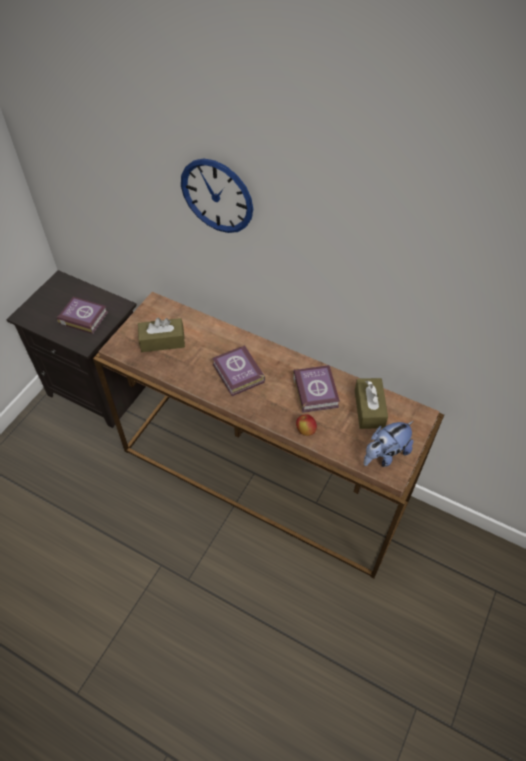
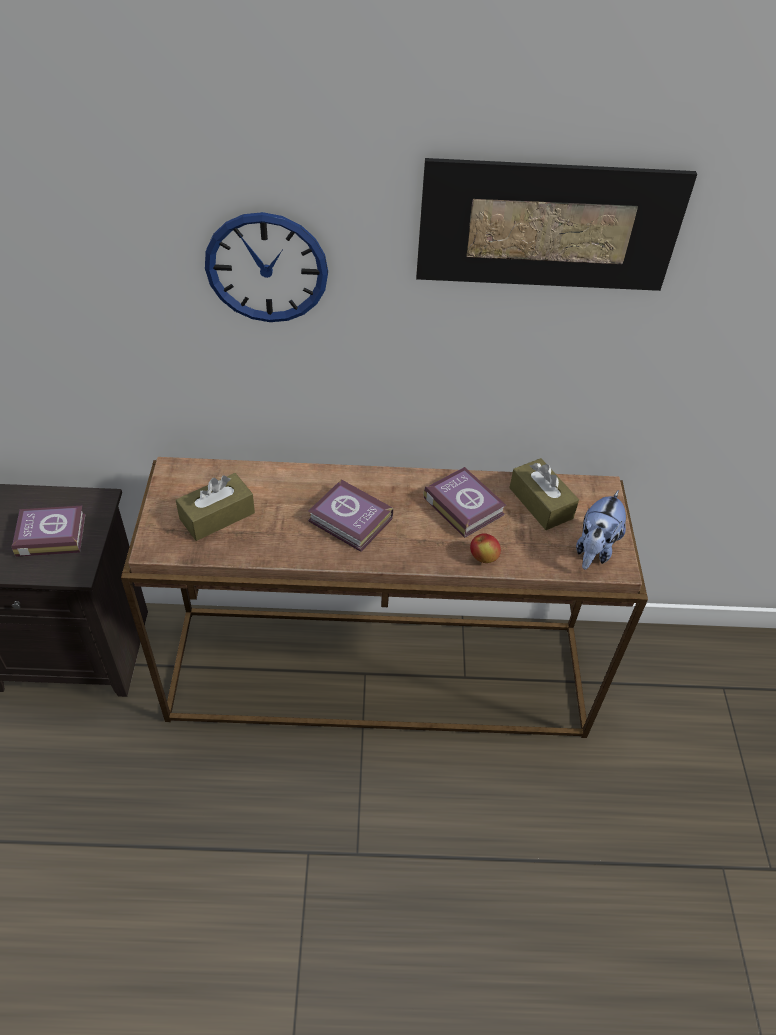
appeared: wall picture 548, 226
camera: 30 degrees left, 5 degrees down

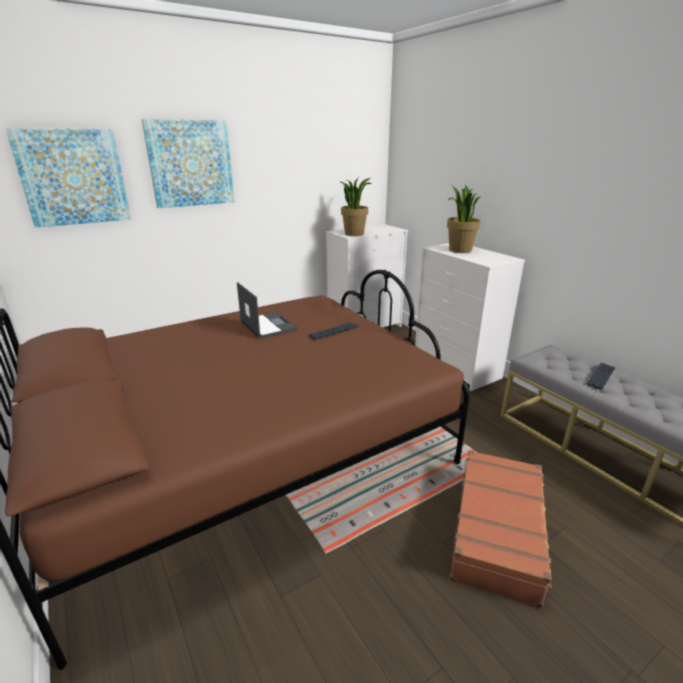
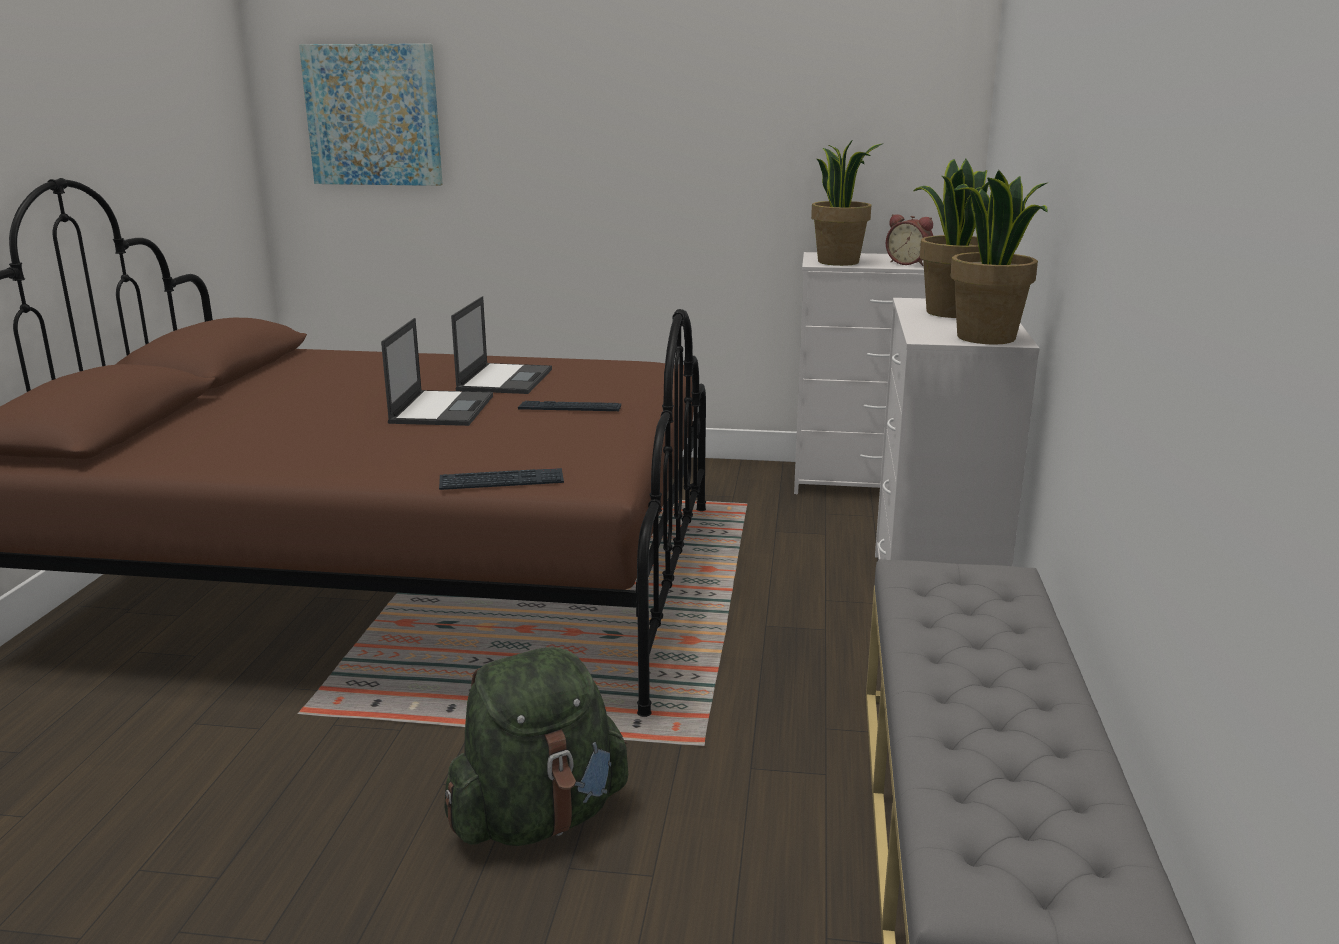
missing: wall picture 191, 163
appeared: laptop 442, 409; table clock 909, 263; houseplant 987, 338
relocated: keyboard 601, 376 to 501, 481
exchanged: brownish travel case 498, 531 to green backpack 539, 818
camera: 40 degrees right, 5 degrees down

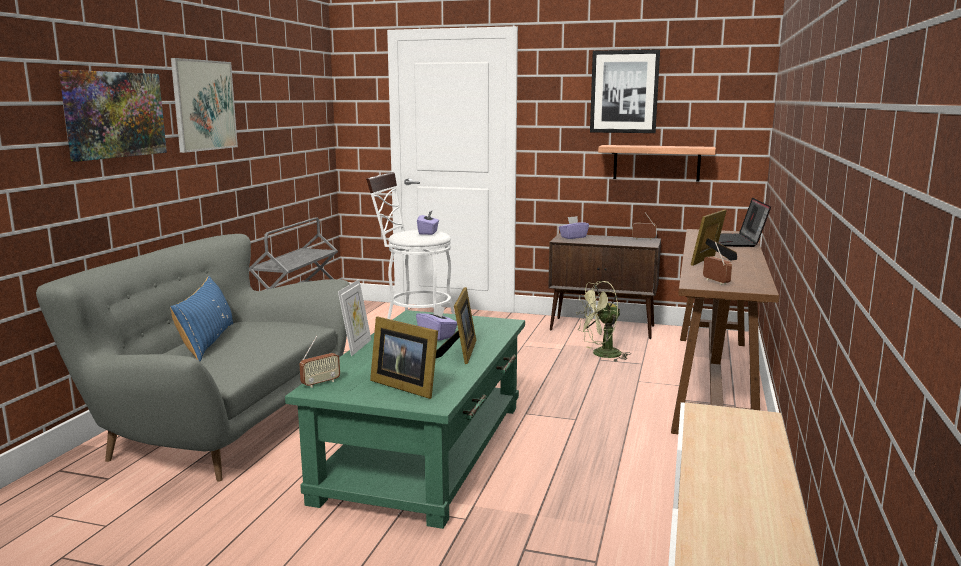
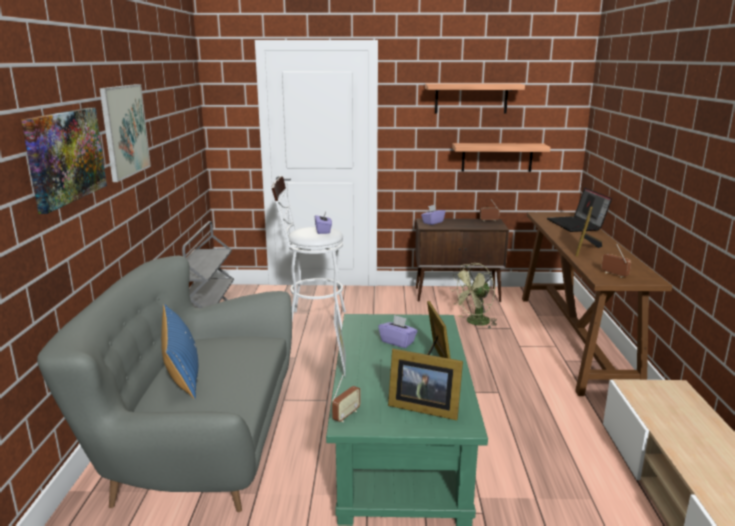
exchanged: wall picture 624, 92 to bracket shelf 471, 98
camera: 15 degrees left, 5 degrees up

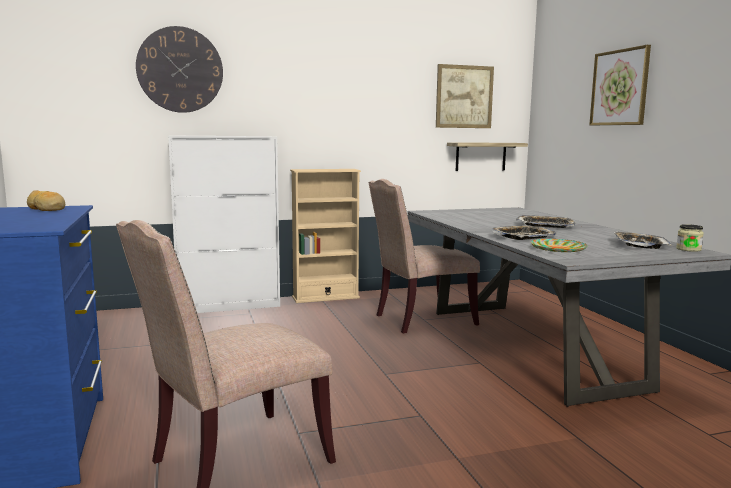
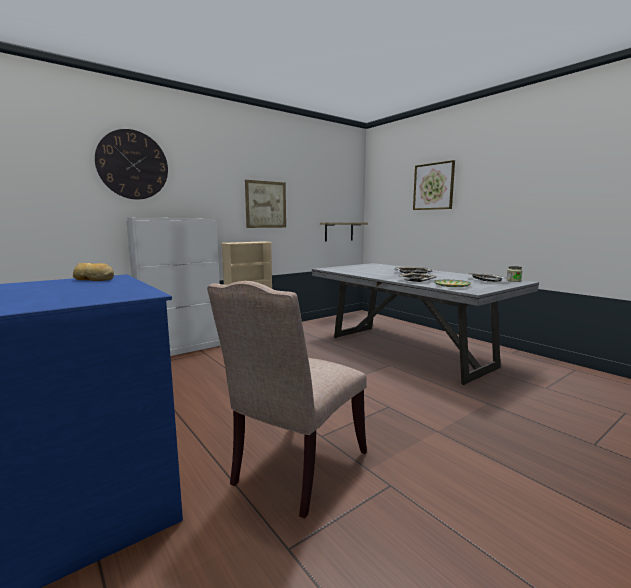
missing: beige plain chair 420, 320
relocated: wall picture 464, 97 to 266, 204
camera: 20 degrees left, 0 degrees up

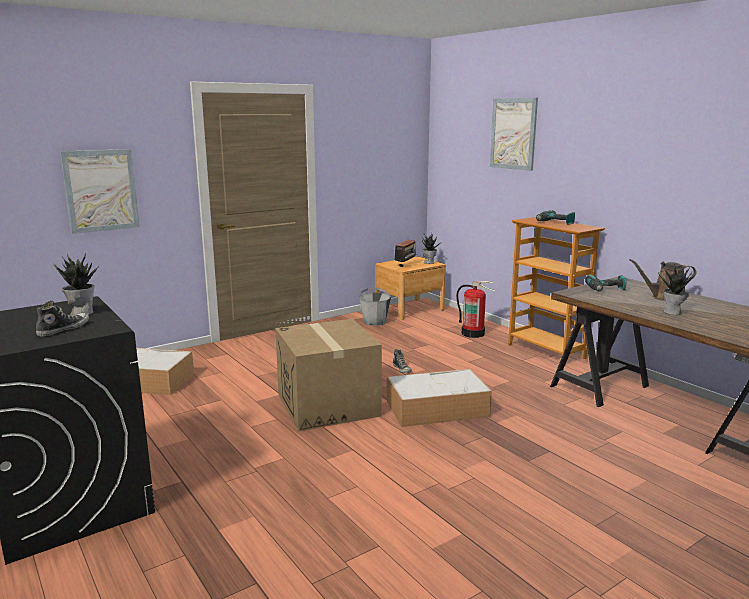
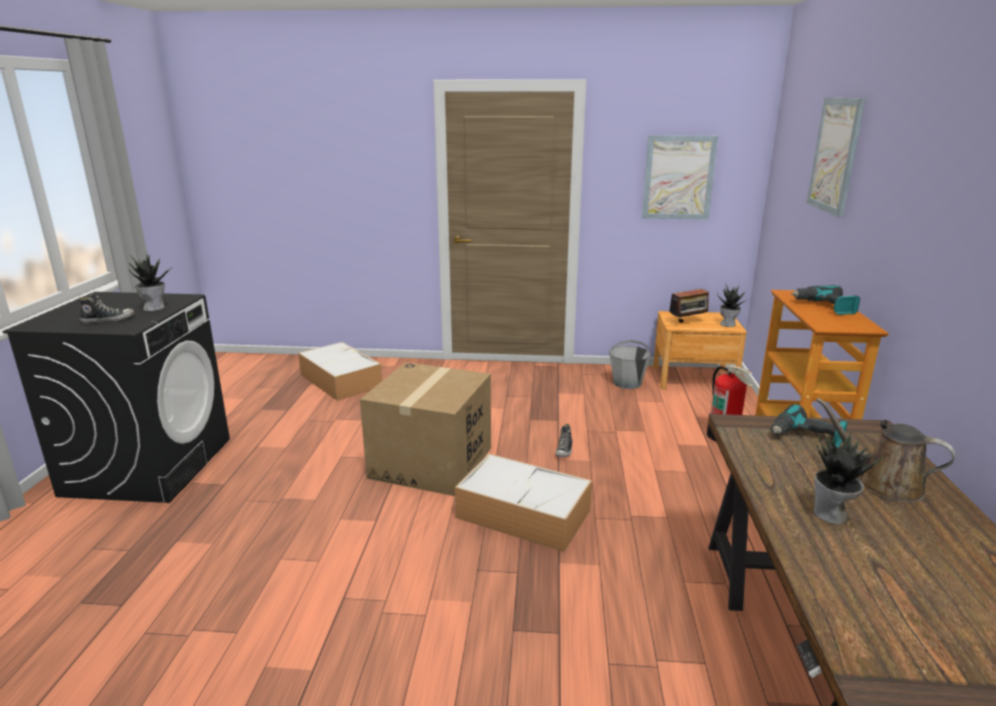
relocated: wall picture 101, 190 to 678, 178
camera: 40 degrees right, 5 degrees up

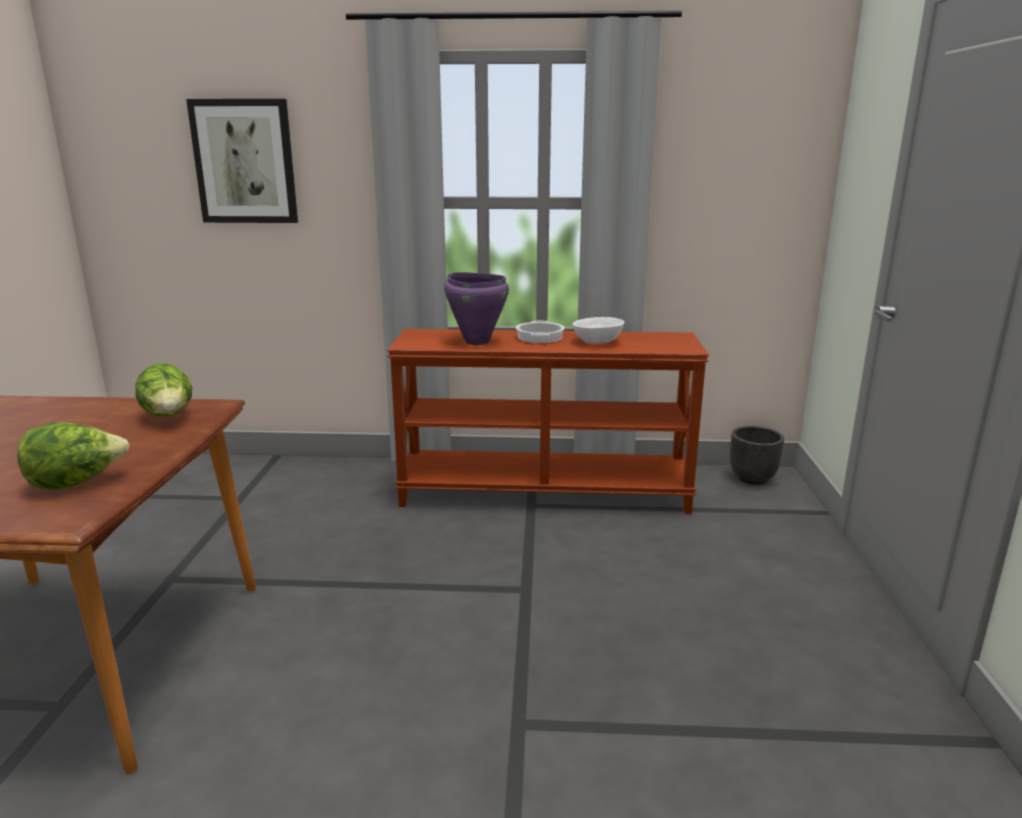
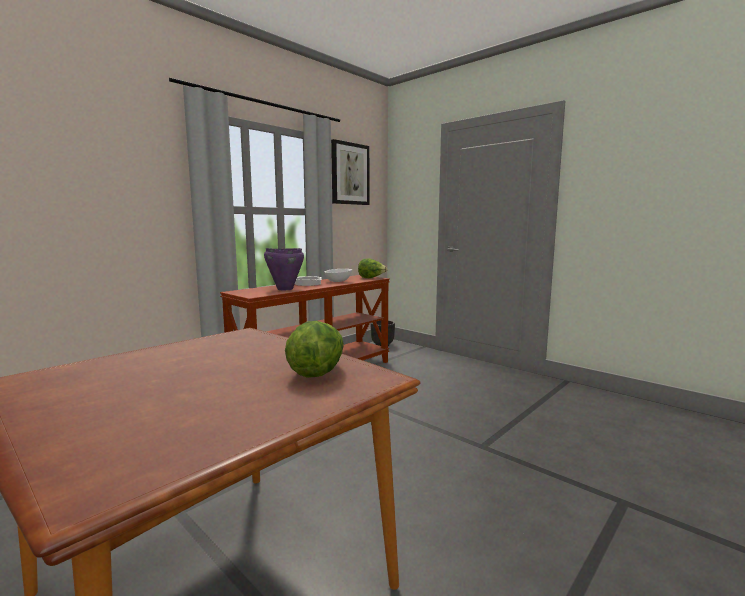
relocated: wall picture 245, 162 to 350, 174; lettuce head 169, 417 to 371, 278
camera: 50 degrees left, 10 degrees down

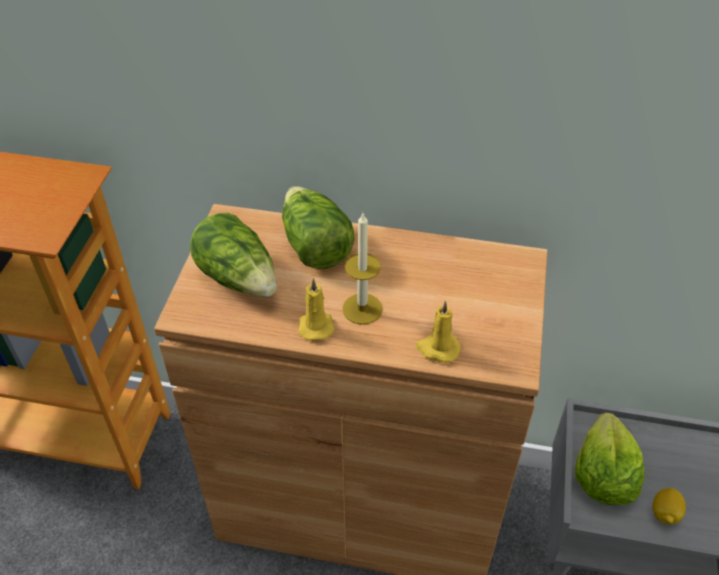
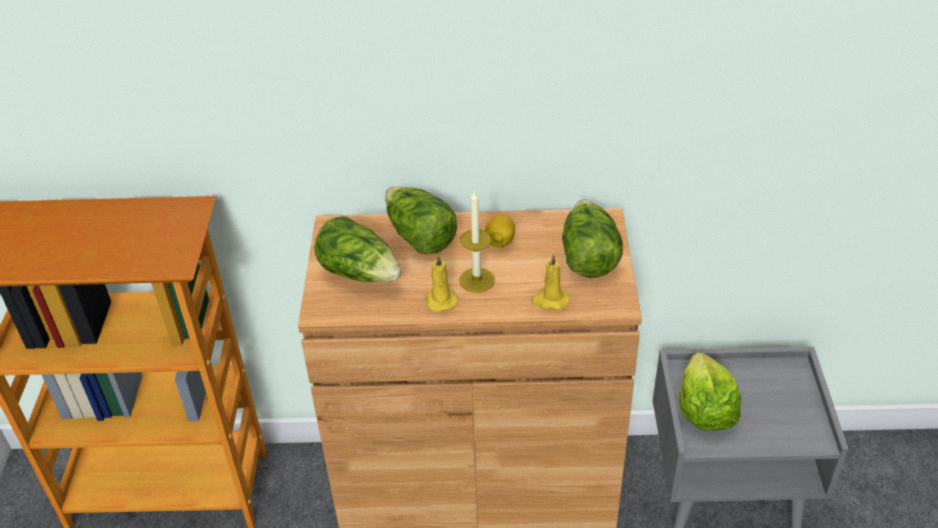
appeared: lettuce head 588, 256
relocated: whole lemon 664, 513 to 500, 242
camera: 10 degrees left, 5 degrees down

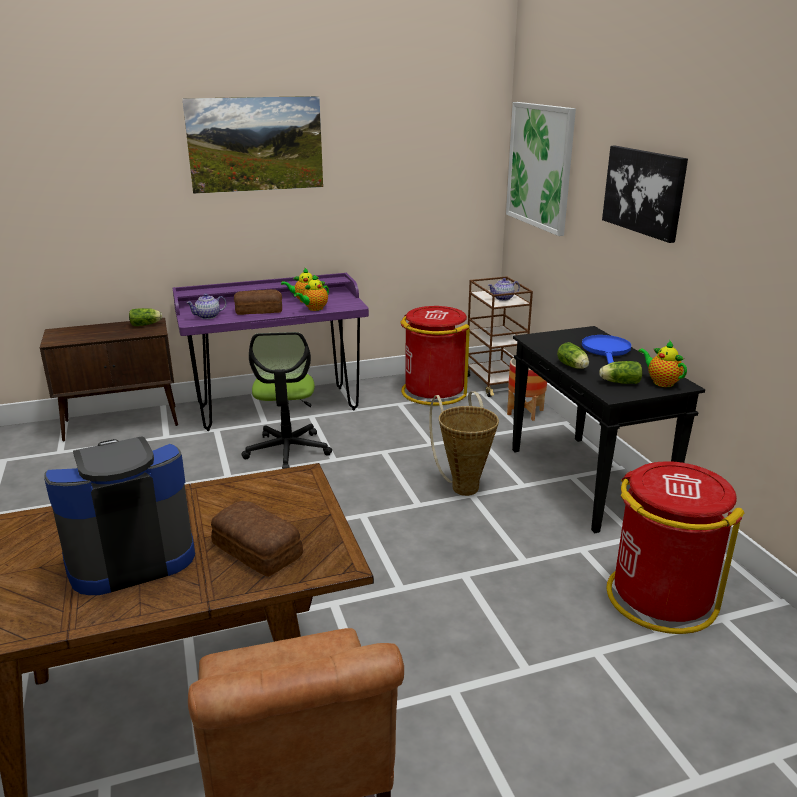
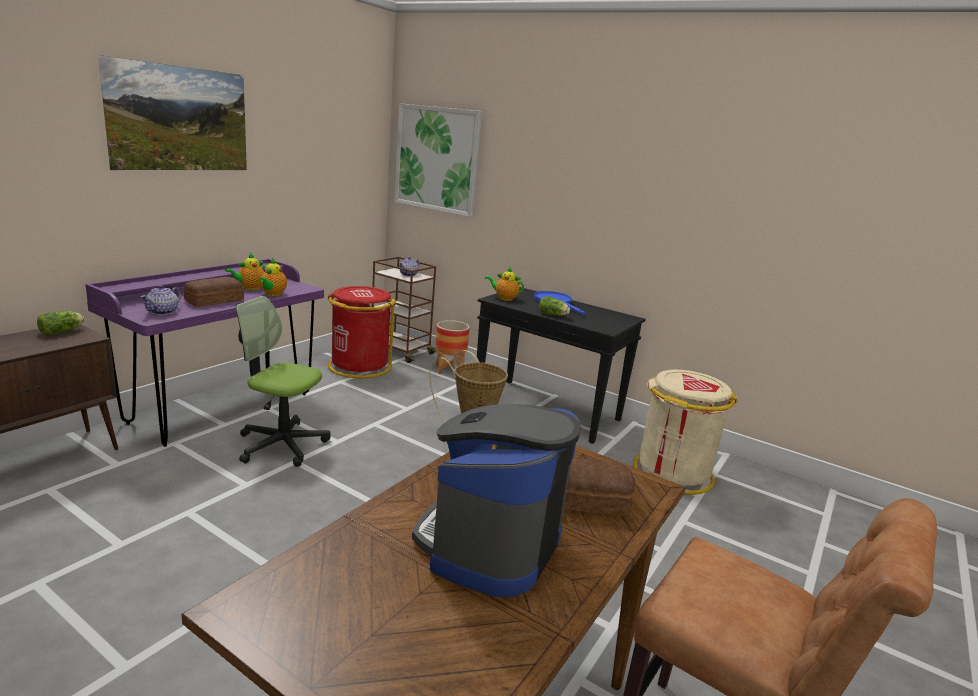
missing: lettuce head 619, 382; wall picture 644, 191
relocated: pot for tea 661, 382 to 504, 298
colour: reddish trash can 659, 597 to beige trash can 672, 473
spun: office chair 287, 450 = 282, 444 150 degrees clockwise
camera: 40 degrees left, 5 degrees down

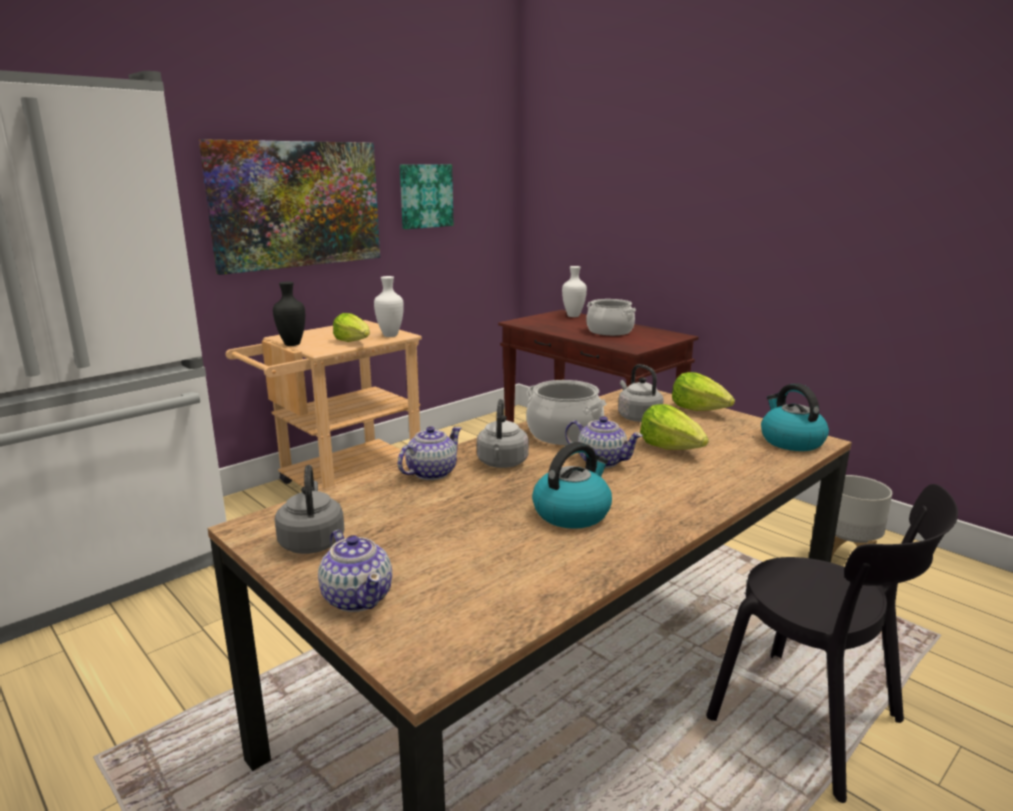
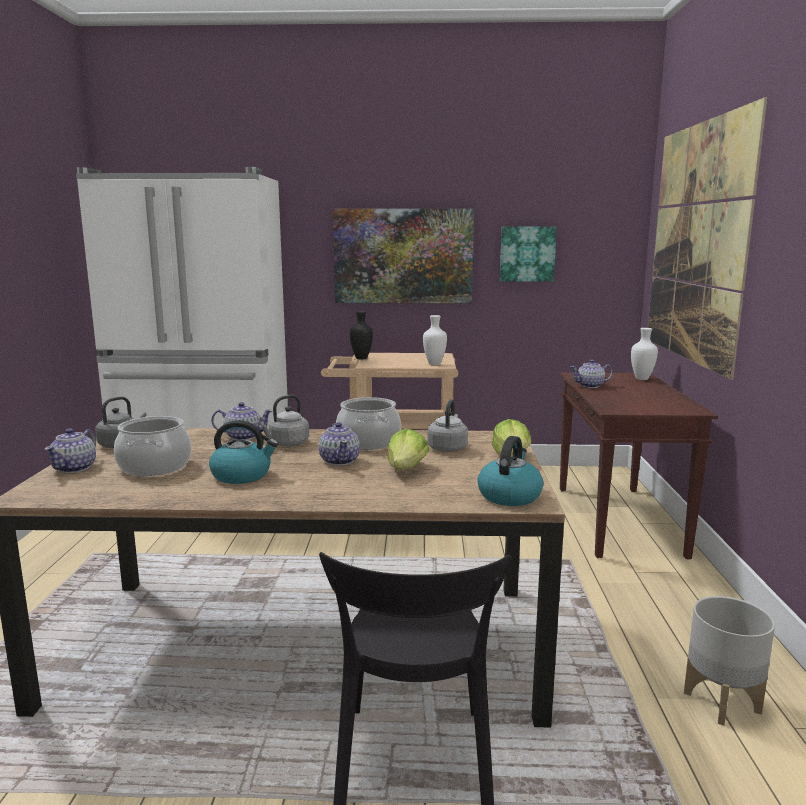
missing: lettuce head 353, 341
appeared: pot for tea 590, 386; wall picture 695, 243
relocated: saucepot 609, 331 to 154, 466
camera: 45 degrees right, 5 degrees down

